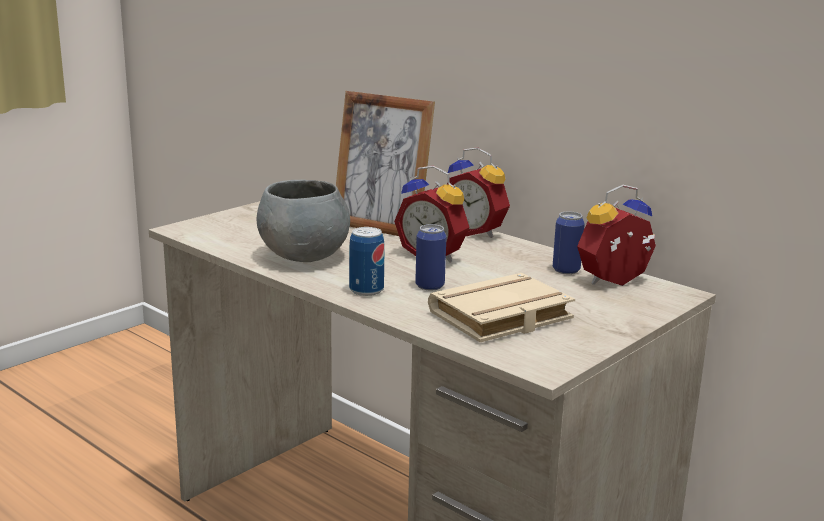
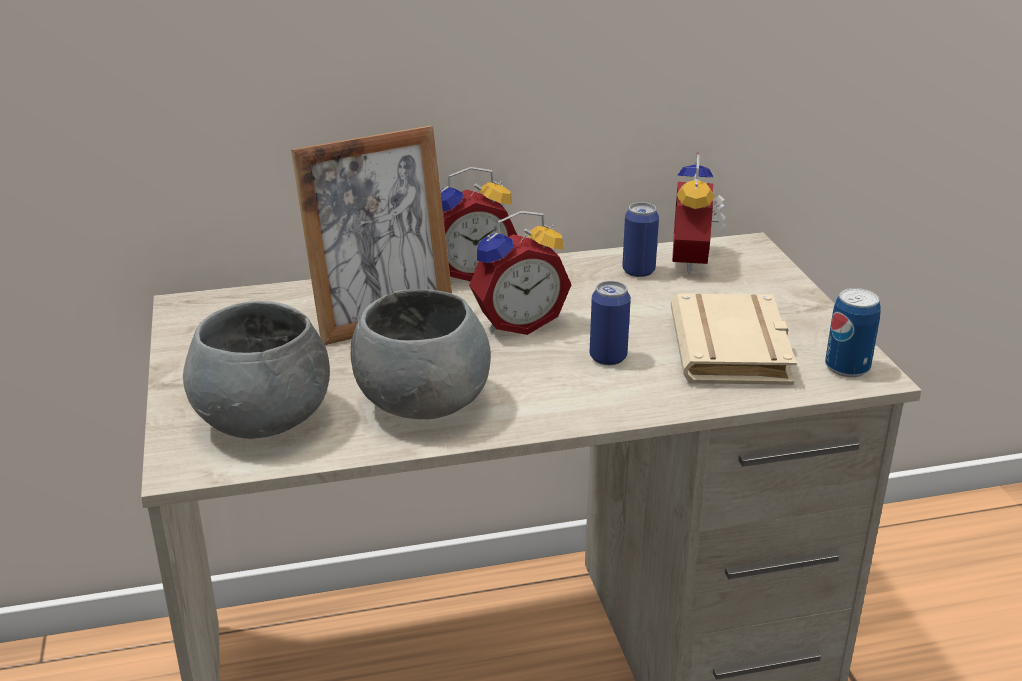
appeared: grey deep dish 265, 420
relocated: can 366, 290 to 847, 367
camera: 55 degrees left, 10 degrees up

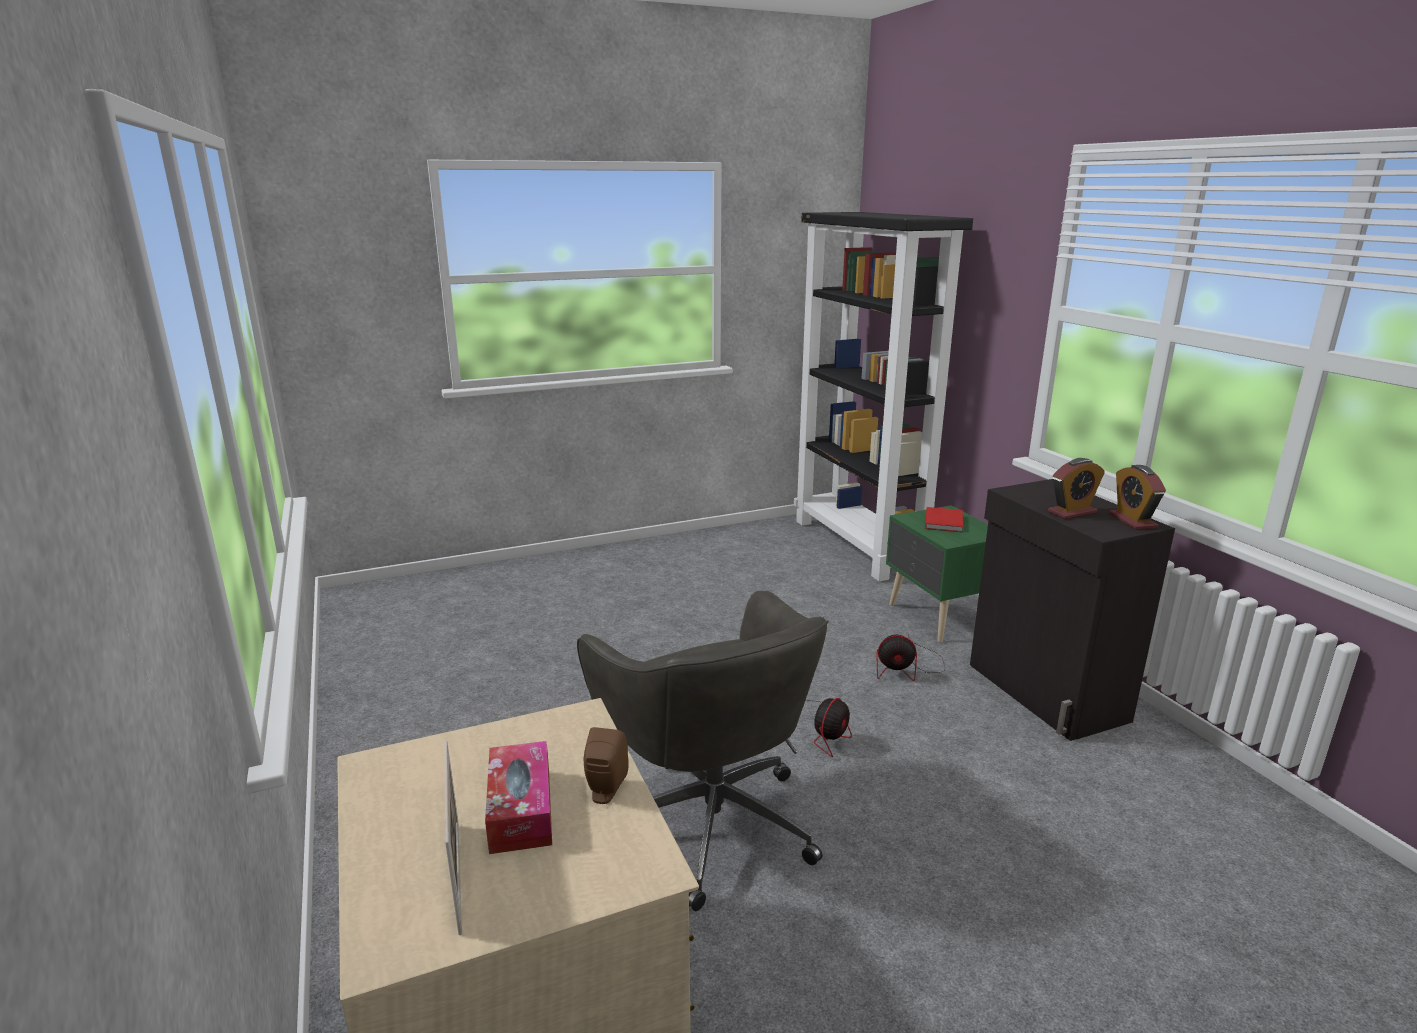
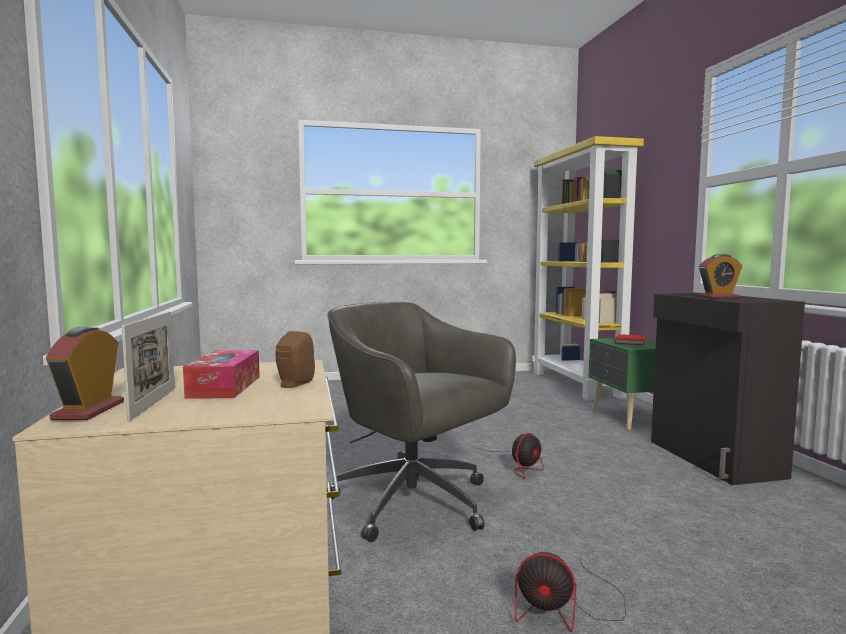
relocated: table clock 1132, 521 to 89, 411; electric fan 906, 668 to 566, 608
colour: black shelving unit 859, 545 to yellow shelving unit 577, 384
spun: grey office chair 710, 820 = 416, 504 150 degrees clockwise
camera: 10 degrees right, 15 degrees down

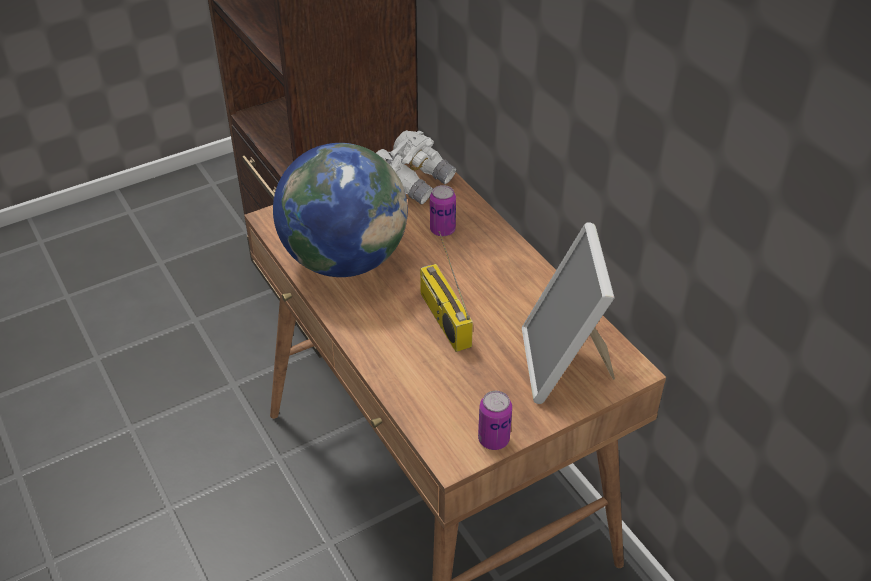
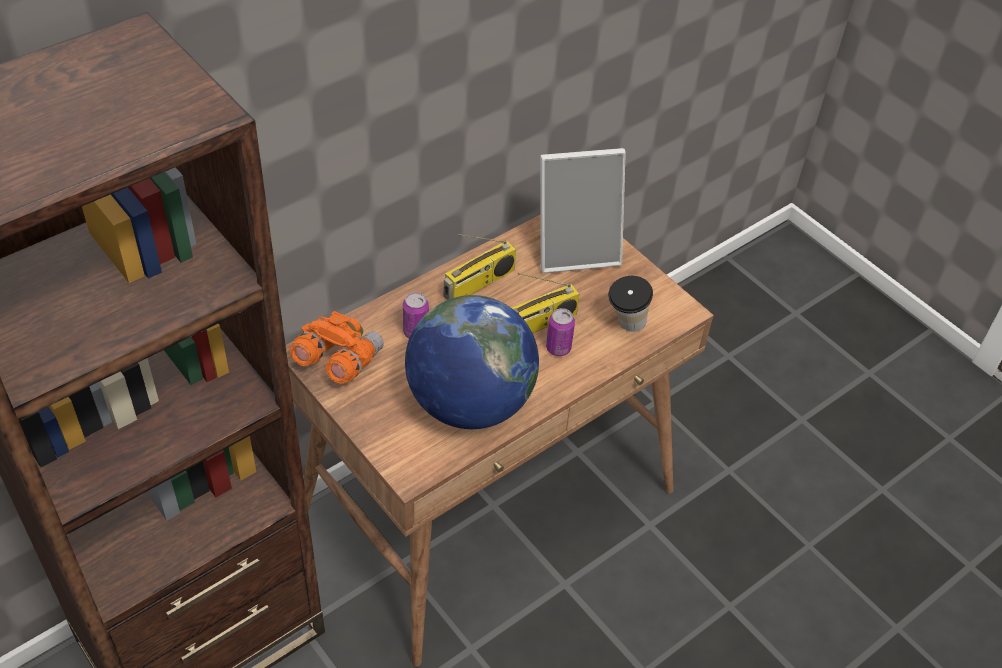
appeared: radio receiver 479, 284; small cup 625, 326
relocated: can 493, 439 to 558, 348
colour: white pair of binoculars 413, 181 to orange pair of binoculars 337, 360
camera: 100 degrees left, 5 degrees up

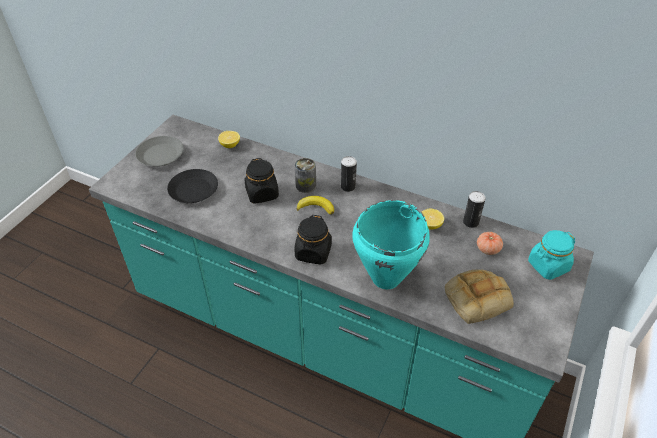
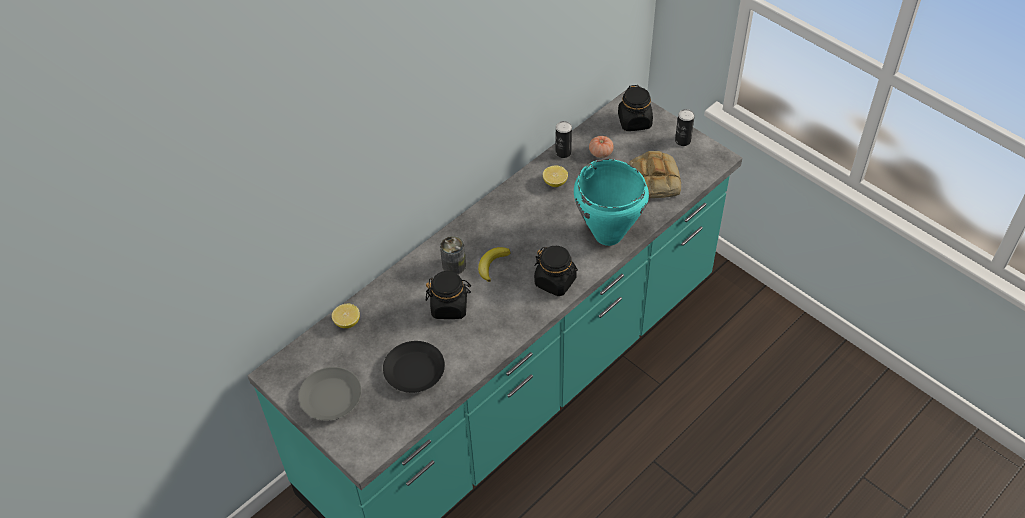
relocated: can 348, 187 to 682, 141
colour: turquoise storage jar 548, 266 to black storage jar 634, 121
camera: 70 degrees left, 5 degrees up

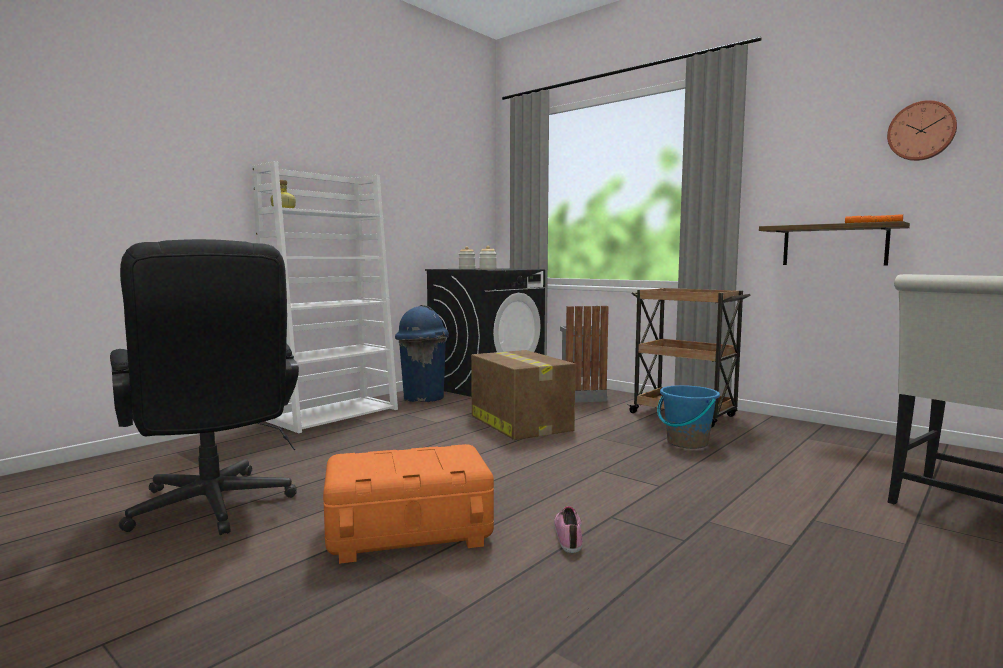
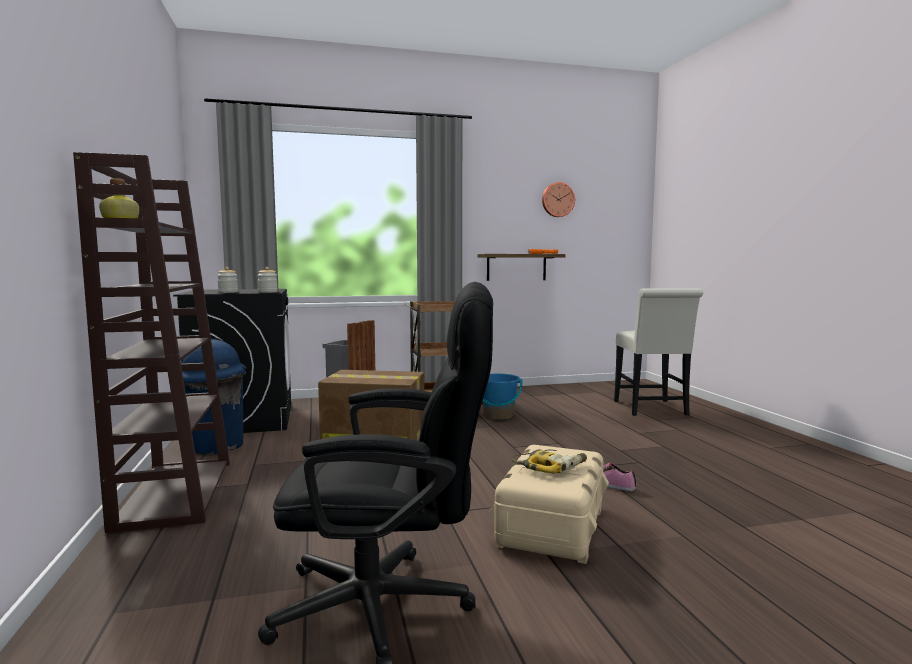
appeared: drill 551, 467
colour: white shelving unit 334, 414 to brownish shelving unit 175, 493; orange storage box 408, 532 to beige storage box 552, 527
camera: 55 degrees left, 0 degrees up

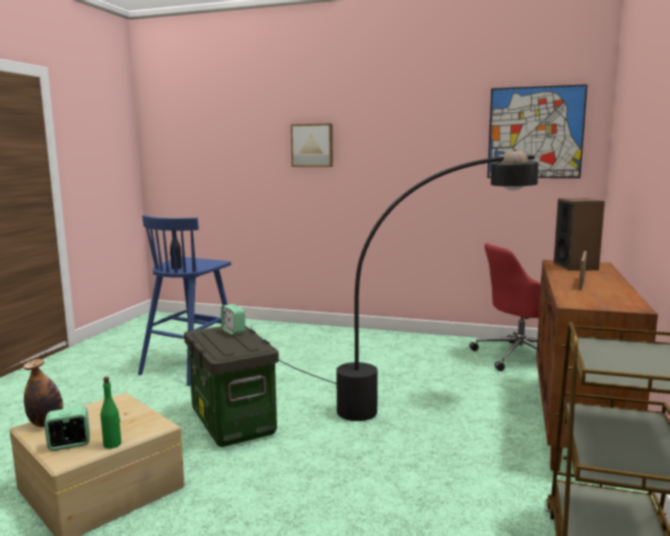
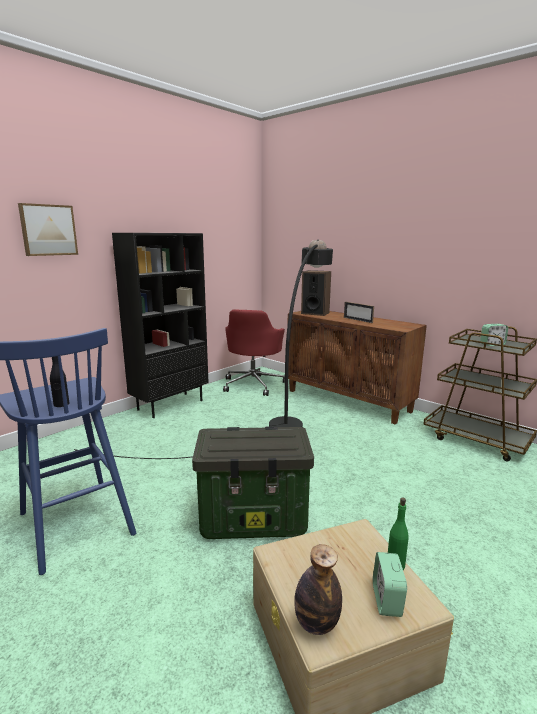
missing: wall picture 535, 133
appeared: black shelving unit 170, 404
relocated: table clock 233, 331 to 492, 344
camera: 65 degrees left, 5 degrees up

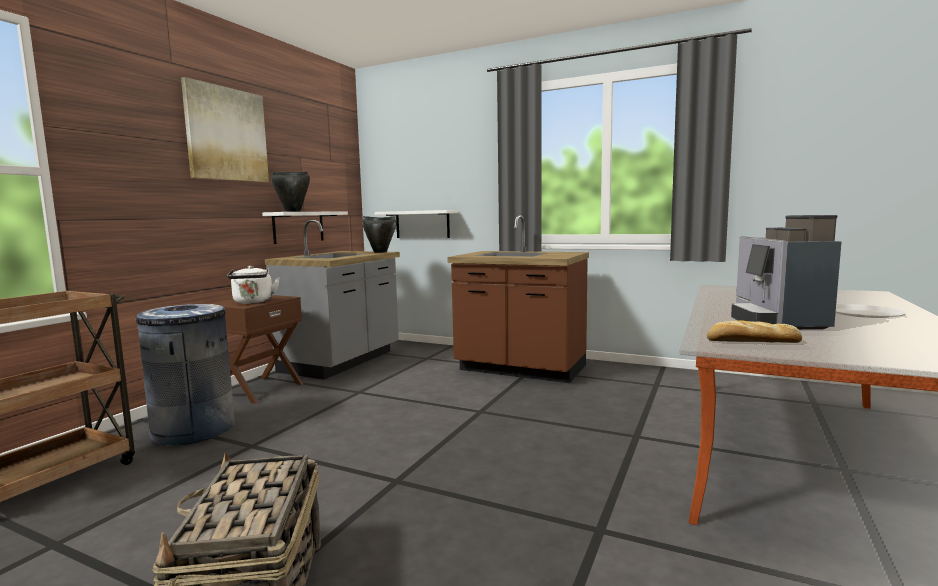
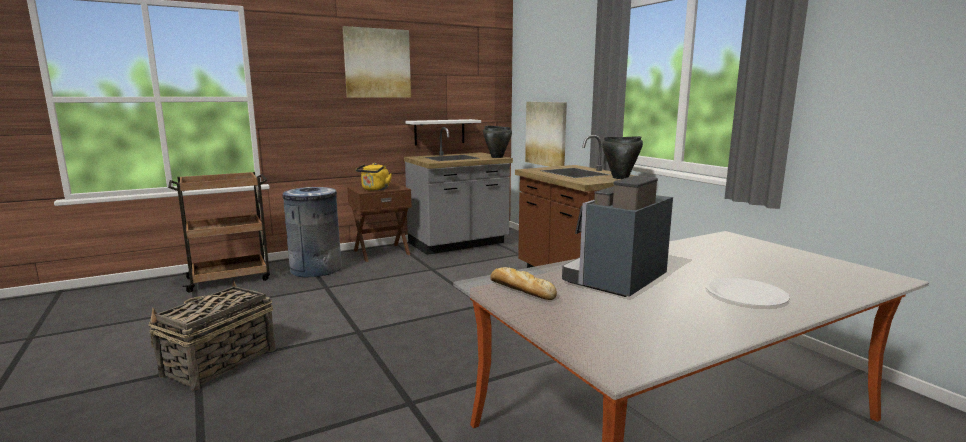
relocated: black saucepot 293, 211 to 620, 178
exchanged: white bracket shelf 422, 224 to wall picture 546, 133
colour: white kettle 253, 302 to yellow kettle 374, 189
camera: 35 degrees right, 5 degrees up

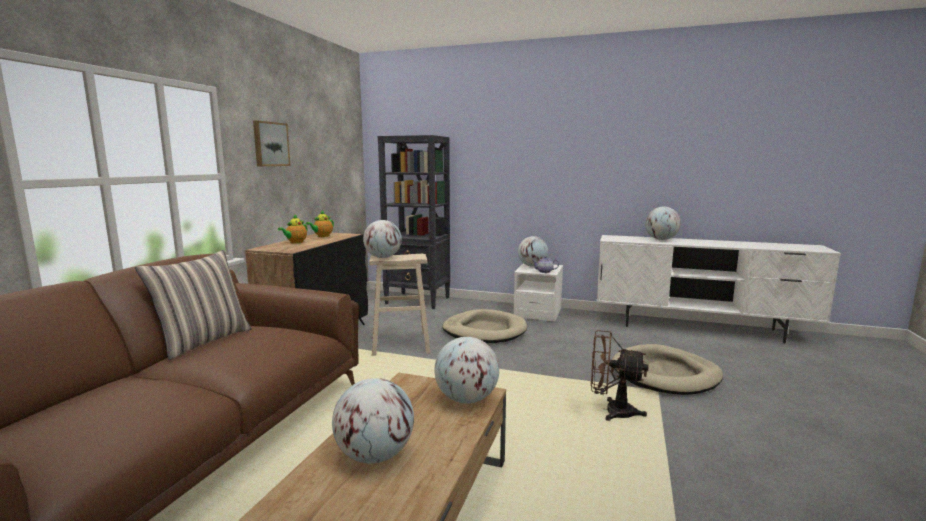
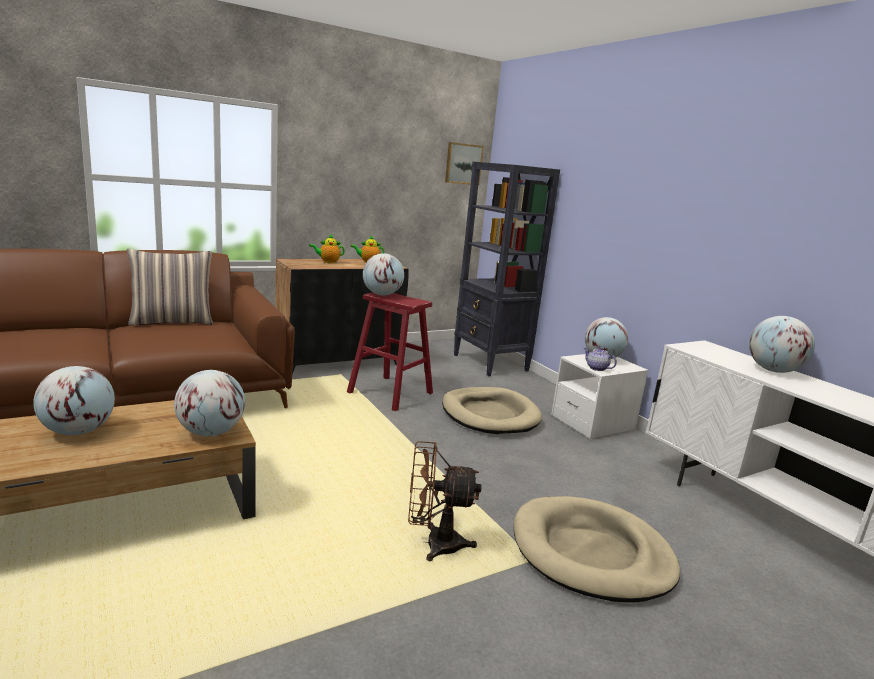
relocated: wall picture 270, 144 to 463, 164
colour: beige sitting stool 401, 343 to reddish sitting stool 390, 393
spun: brownish electric fan 611, 411 = 433, 544 60 degrees counterclockwise
camera: 40 degrees right, 5 degrees up

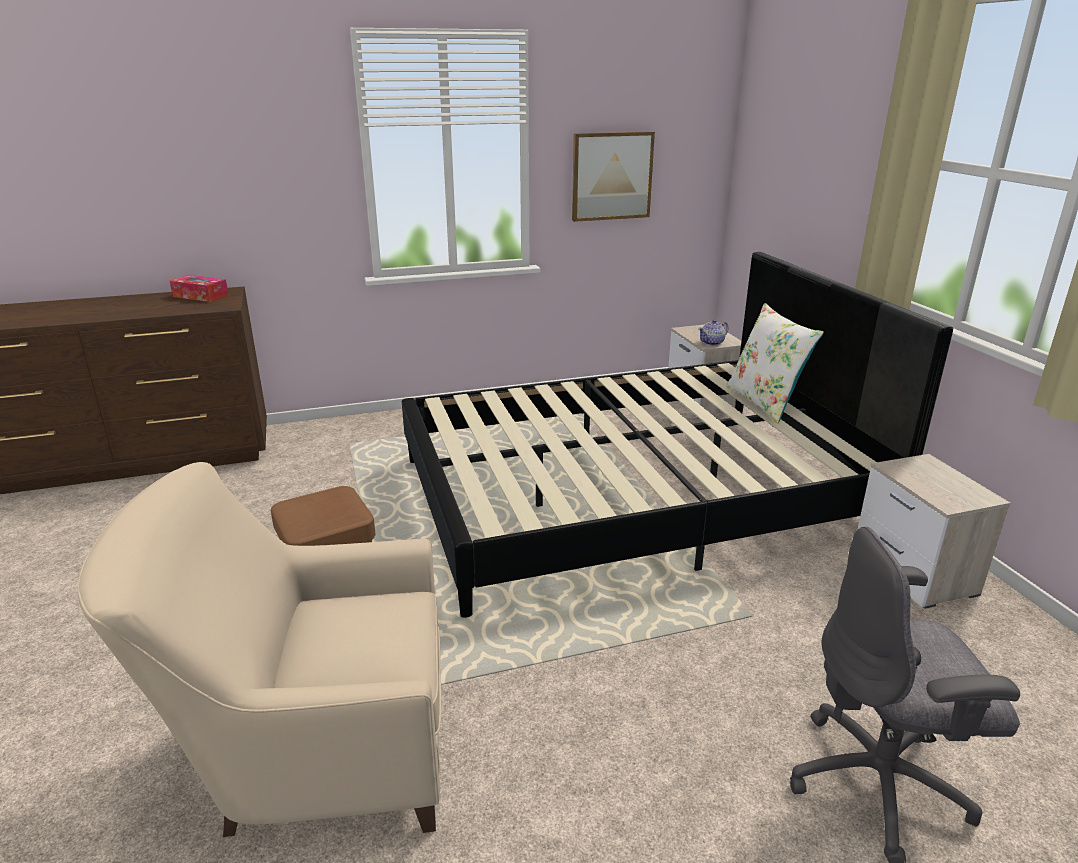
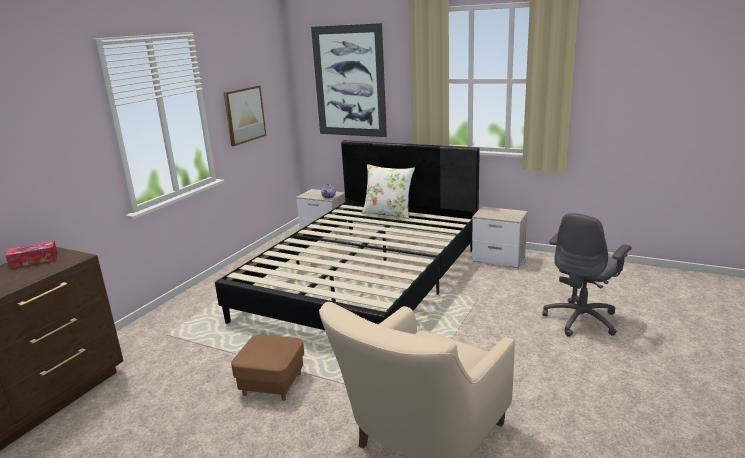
appeared: wall picture 349, 81
camera: 45 degrees left, 5 degrees down

